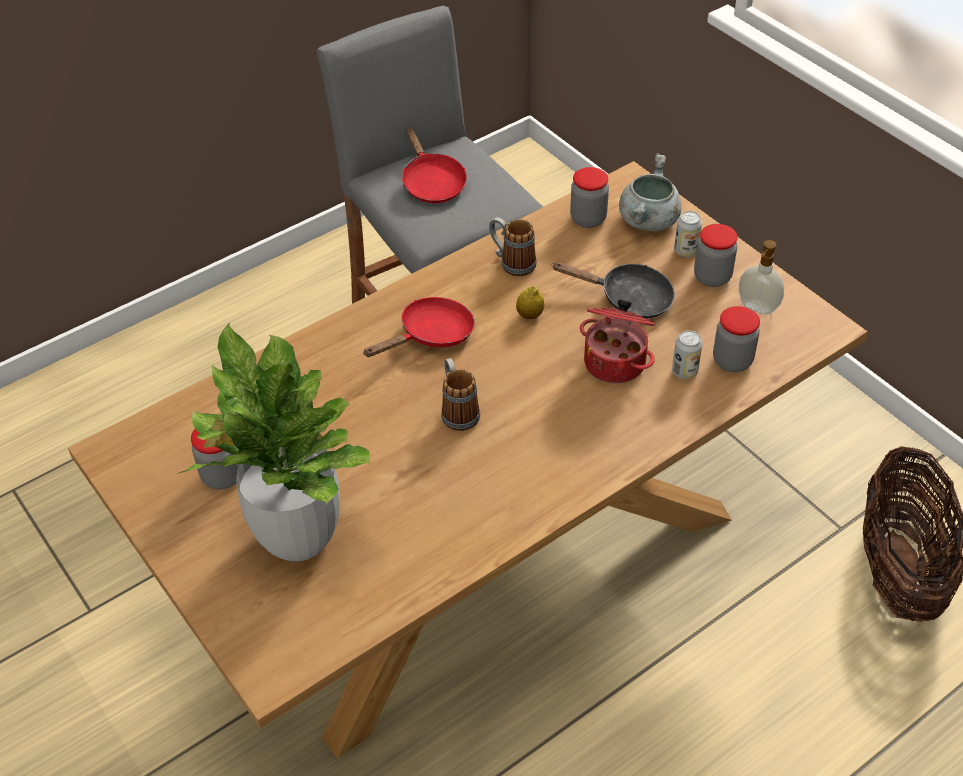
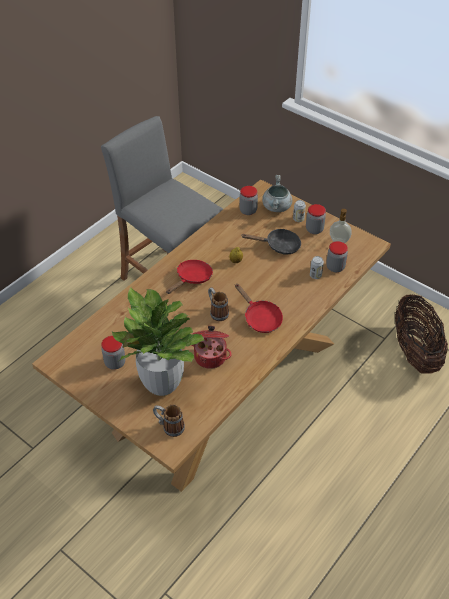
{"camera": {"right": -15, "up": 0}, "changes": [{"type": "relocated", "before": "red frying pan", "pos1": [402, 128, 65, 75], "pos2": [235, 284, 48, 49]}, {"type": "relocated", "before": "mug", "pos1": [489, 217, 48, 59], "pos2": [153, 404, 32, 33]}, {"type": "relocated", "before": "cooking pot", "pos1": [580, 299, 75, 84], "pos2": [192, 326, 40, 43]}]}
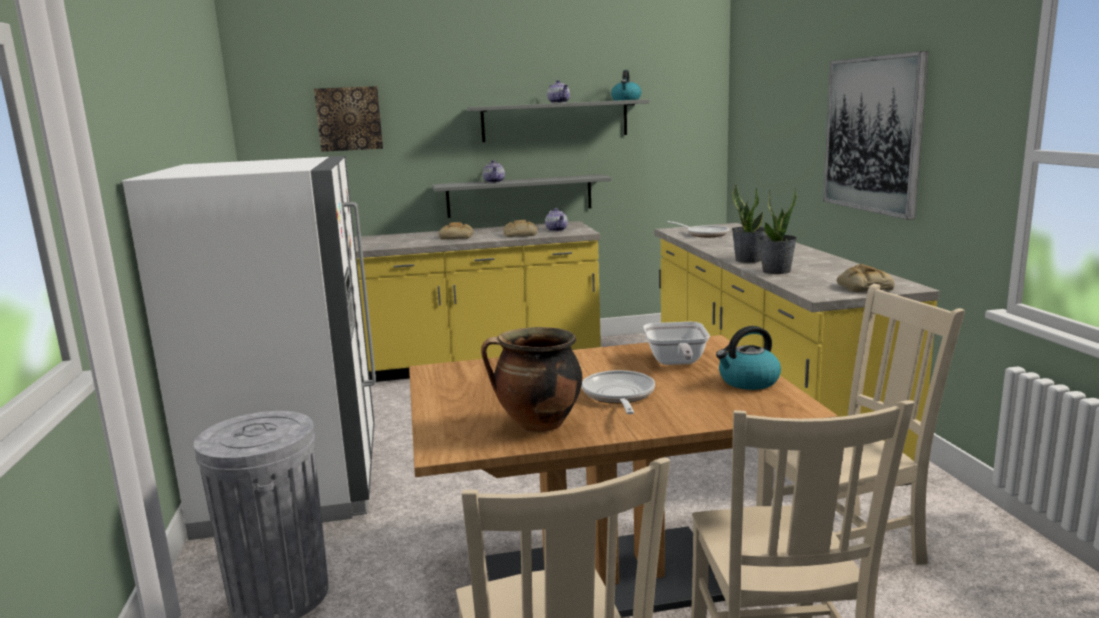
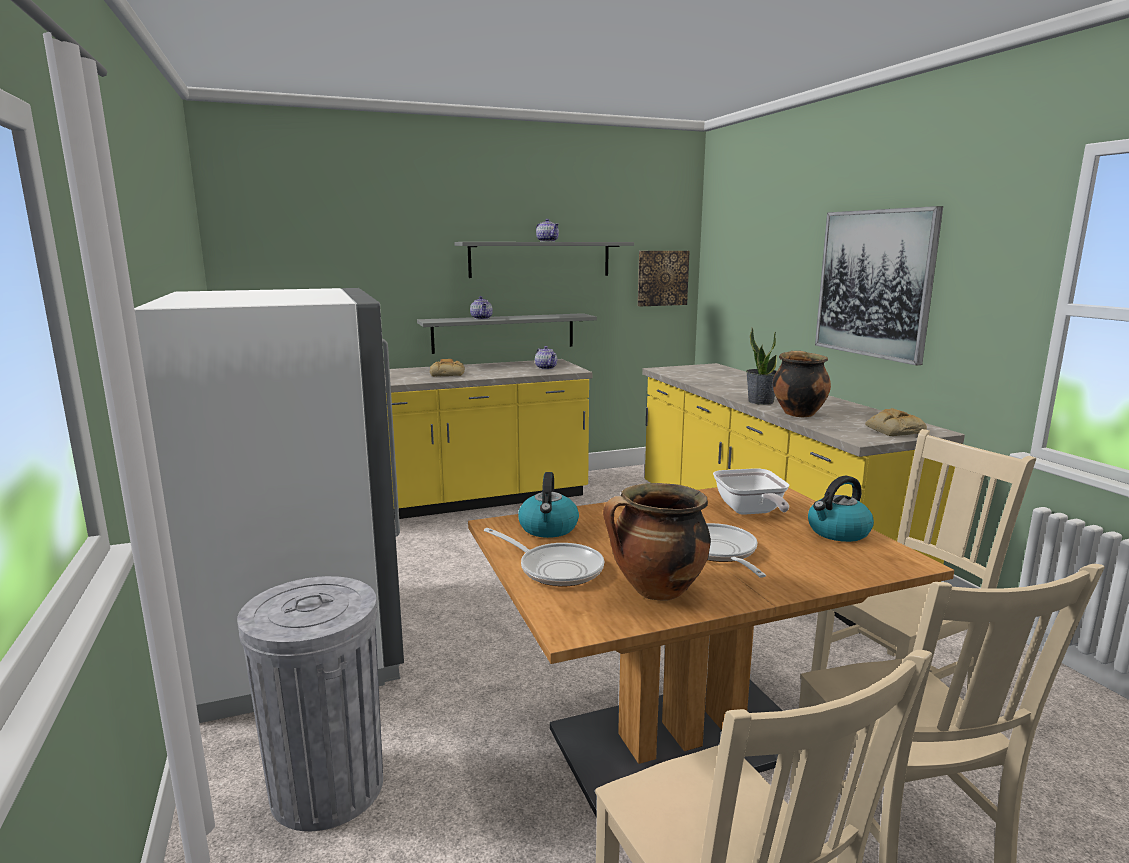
{"camera": {"right": -10, "up": 0}, "changes": [{"type": "missing", "before": "bread", "pos1": [503, 220, 34, 17]}, {"type": "relocated", "before": "picture", "pos1": [314, 86, 69, 66], "pos2": [638, 251, 52, 55]}, {"type": "relocated", "before": "kettle", "pos1": [611, 70, 30, 30], "pos2": [518, 472, 61, 66]}, {"type": "relocated", "before": "frying pan", "pos1": [667, 221, 62, 16], "pos2": [484, 528, 120, 59]}, {"type": "exchanged", "before": "potted plant", "after": "cooking pot", "pos1": [758, 188, 39, 86], "pos2": [773, 351, 58, 66]}]}
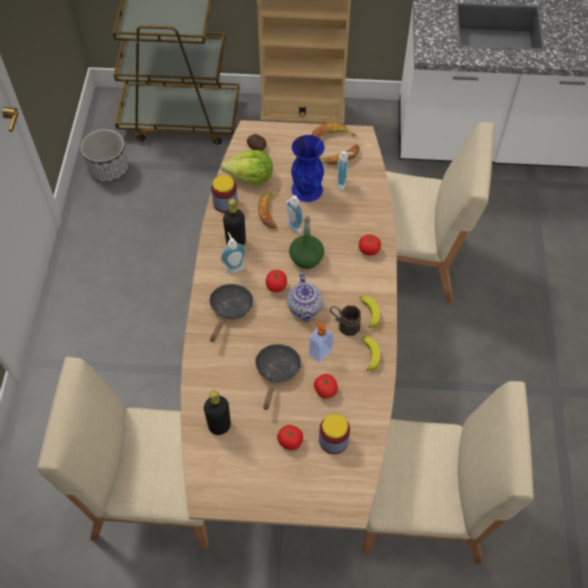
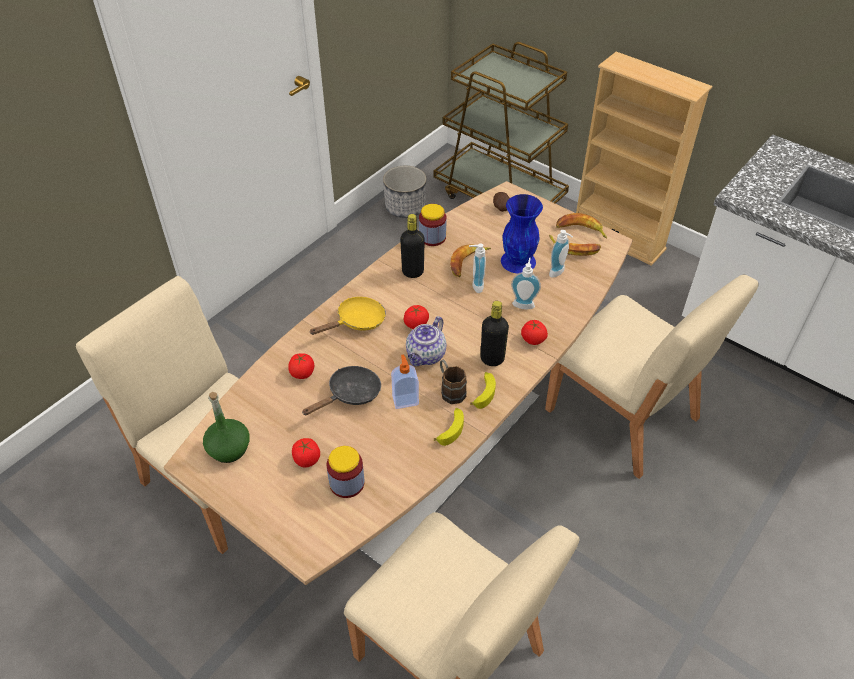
{"camera": {"right": 35, "up": -10}, "changes": [{"type": "missing", "before": "lettuce", "pos1": [221, 150, 51, 35]}, {"type": "relocated", "before": "black bottle", "pos1": [204, 390, 27, 45], "pos2": [481, 301, 28, 65]}, {"type": "relocated", "before": "soap dispenser", "pos1": [221, 232, 25, 42], "pos2": [511, 257, 30, 52]}, {"type": "relocated", "before": "green bottle", "pos1": [289, 215, 35, 54], "pos2": [203, 392, 47, 71]}, {"type": "relocated", "before": "tomato", "pos1": [314, 374, 24, 24], "pos2": [288, 353, 26, 26]}, {"type": "colour", "before": "black frying pan", "after": "yellow frying pan", "pos1": [209, 284, 44, 58], "pos2": [309, 297, 77, 38]}]}
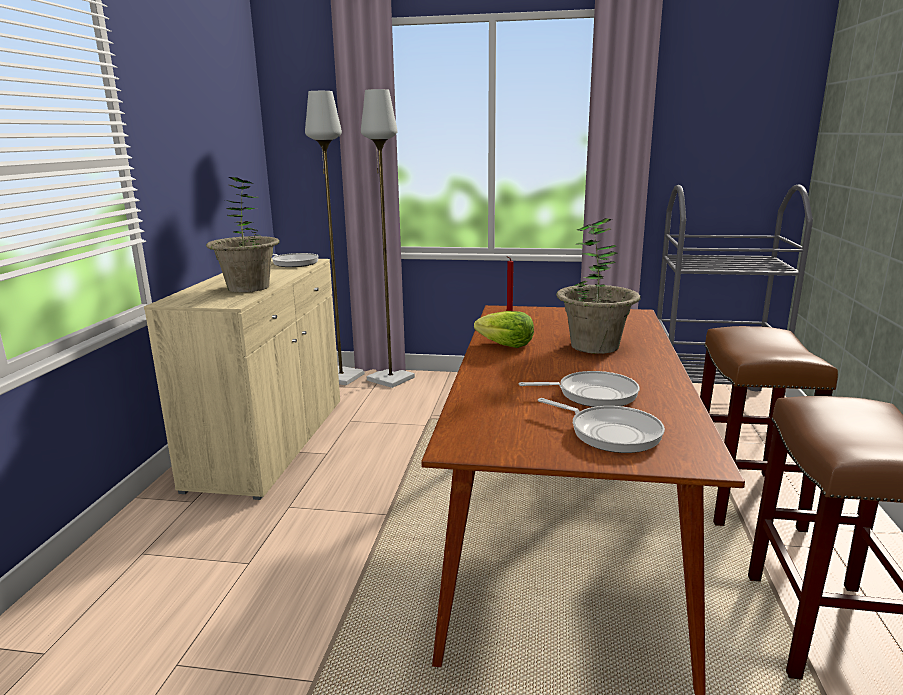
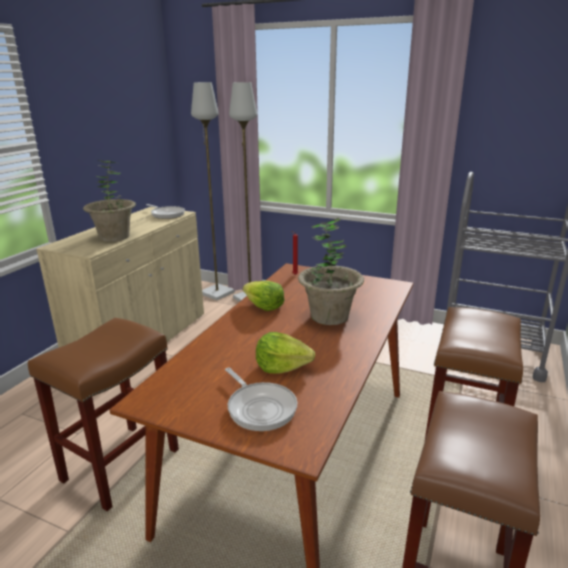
{"camera": {"right": 15, "up": 5}, "changes": [{"type": "appeared", "after": "brown stool", "pos2": [28, 318, 151, 193]}, {"type": "exchanged", "before": "frying pan", "after": "lettuce", "pos1": [519, 371, 121, 36], "pos2": [256, 332, 59, 41]}]}
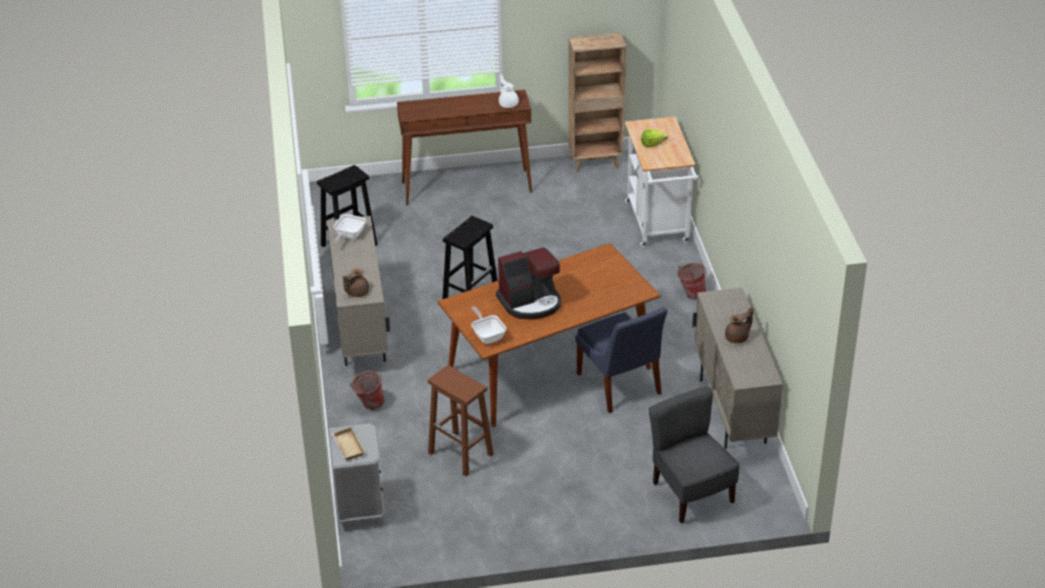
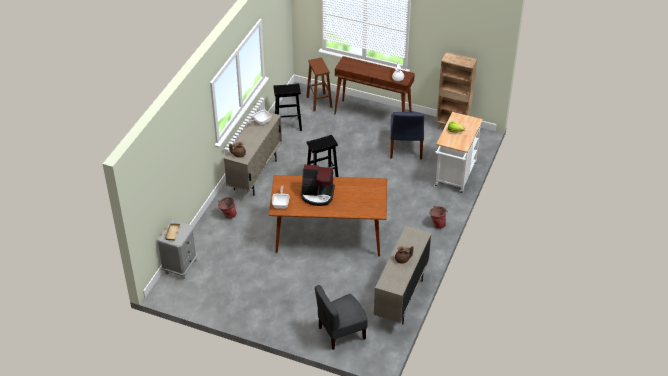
{"camera": {"right": 30, "up": 5}, "changes": [{"type": "relocated", "before": "brown stool", "pos1": [428, 365, 66, 111], "pos2": [306, 58, 27, 53]}, {"type": "relocated", "before": "blue chair", "pos1": [576, 307, 92, 106], "pos2": [390, 112, 34, 47]}, {"type": "spun", "before": "grey chair", "pos1": [649, 387, 91, 136], "pos2": [315, 285, 53, 65], "turn": -120}]}
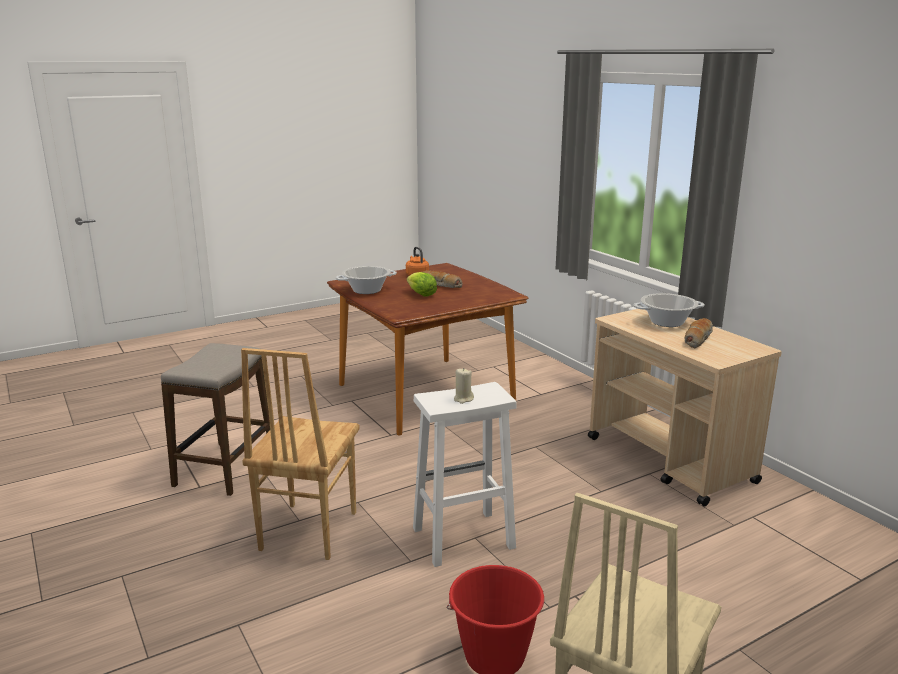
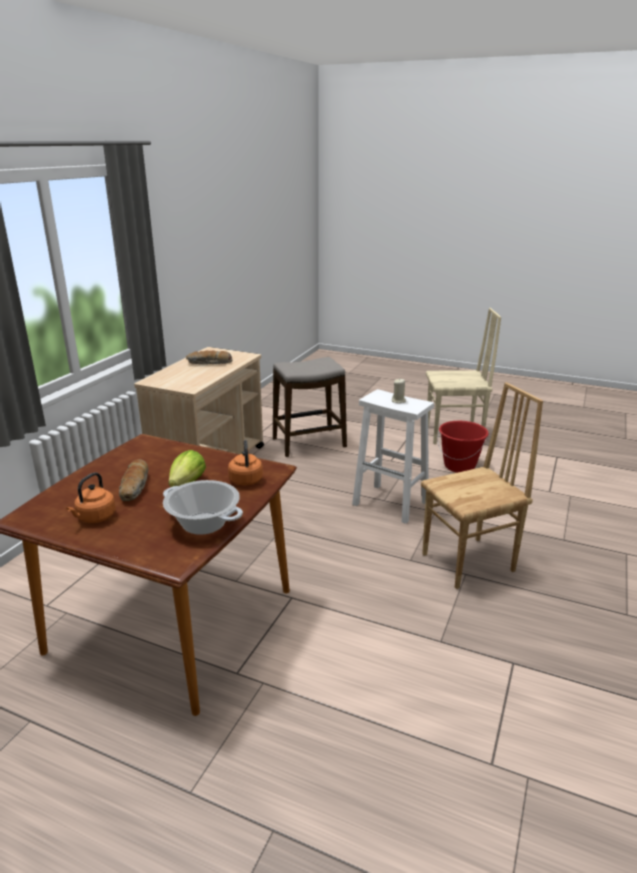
{"camera": {"right": -125, "up": 5}, "changes": [{"type": "missing", "before": "cooking pot", "pos1": [633, 293, 72, 34]}, {"type": "appeared", "after": "orange kettle", "pos2": [228, 440, 35, 46]}, {"type": "relocated", "before": "stool", "pos1": [161, 343, 109, 153], "pos2": [273, 357, 74, 100]}]}
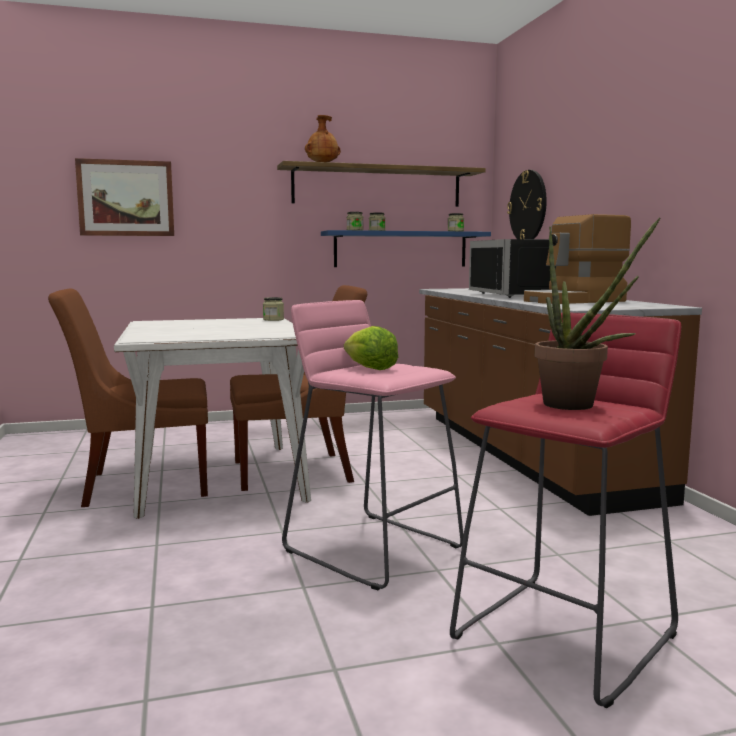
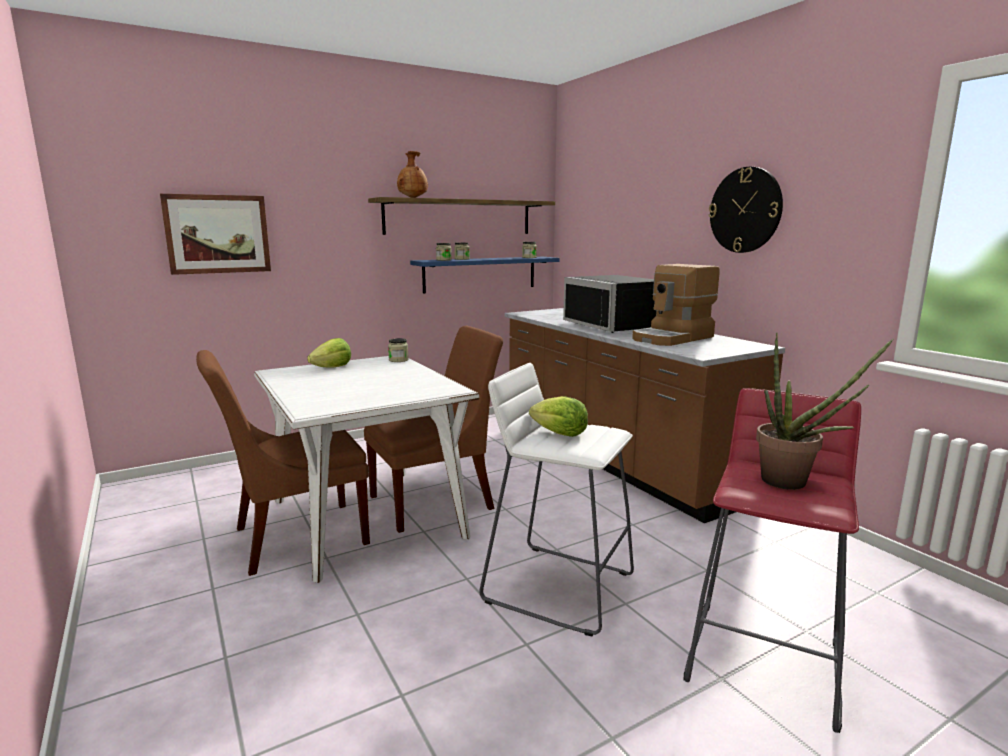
{"camera": {"right": -15, "up": 5}, "changes": [{"type": "appeared", "after": "lettuce", "pos2": [307, 338, 44, 29]}, {"type": "relocated", "before": "wall clock", "pos1": [507, 170, 40, 69], "pos2": [708, 167, 75, 86]}, {"type": "colour", "before": "pink stool", "after": "white stool", "pos1": [282, 300, 182, 291], "pos2": [479, 363, 155, 274]}]}
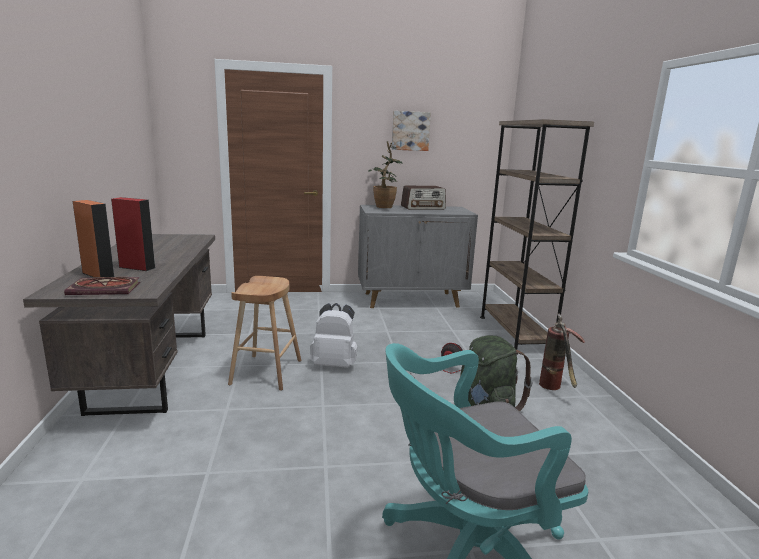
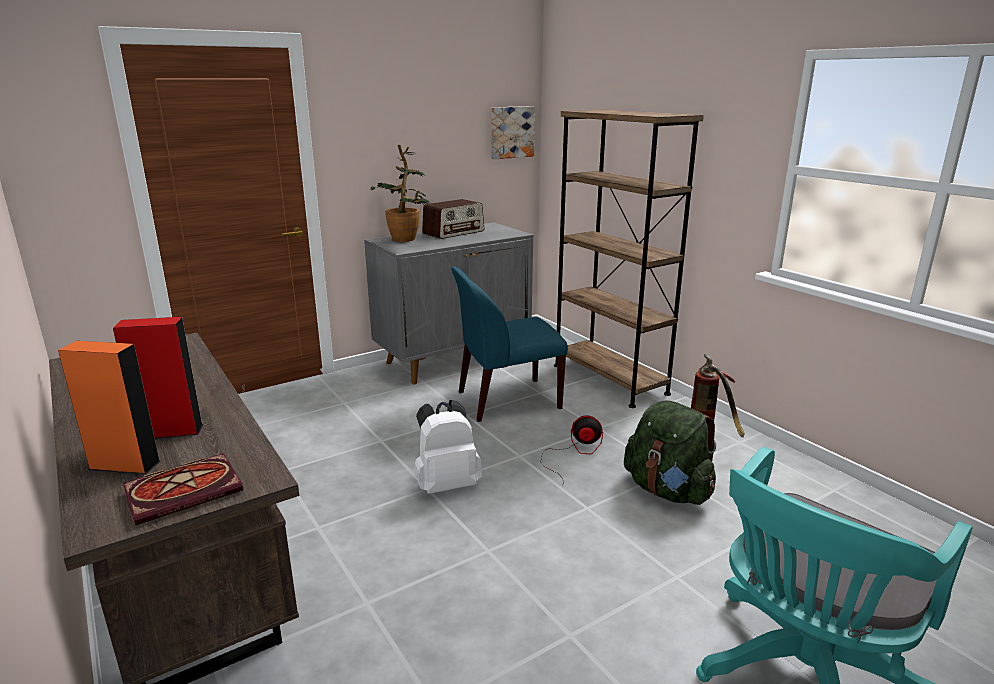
{"camera": {"right": -25, "up": 5}, "changes": [{"type": "missing", "before": "brown stool", "pos1": [228, 276, 73, 115]}, {"type": "appeared", "after": "blue chair", "pos2": [451, 266, 117, 156]}, {"type": "relocated", "before": "picture", "pos1": [392, 111, 39, 40], "pos2": [491, 106, 44, 53]}]}
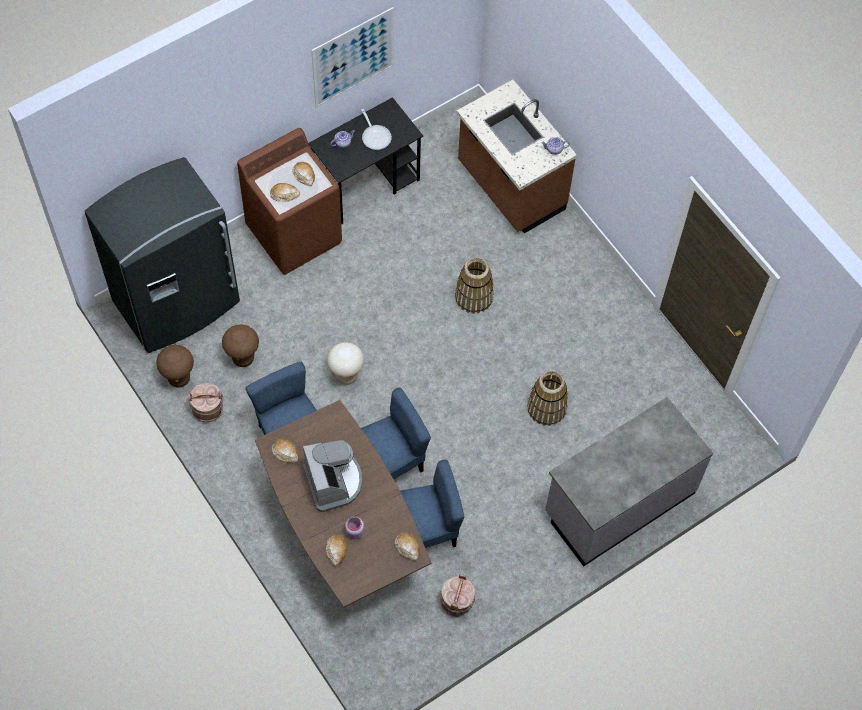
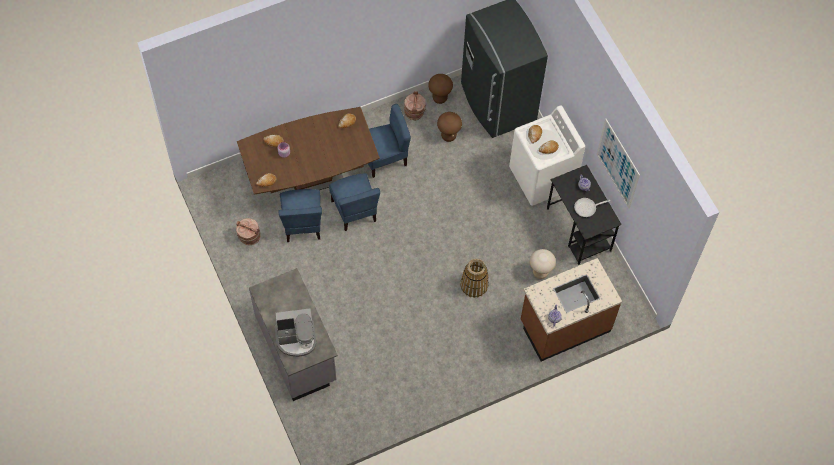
{"camera": {"right": 100, "up": 0}, "changes": [{"type": "missing", "before": "basket", "pos1": [527, 370, 41, 56]}, {"type": "relocated", "before": "coffee machine", "pos1": [303, 440, 59, 72], "pos2": [274, 308, 42, 49]}, {"type": "relocated", "before": "beige stool", "pos1": [327, 342, 37, 43], "pos2": [530, 249, 26, 30]}, {"type": "colour", "before": "brown washing machine", "after": "white washing machine", "pos1": [237, 128, 105, 147], "pos2": [509, 105, 76, 101]}]}
